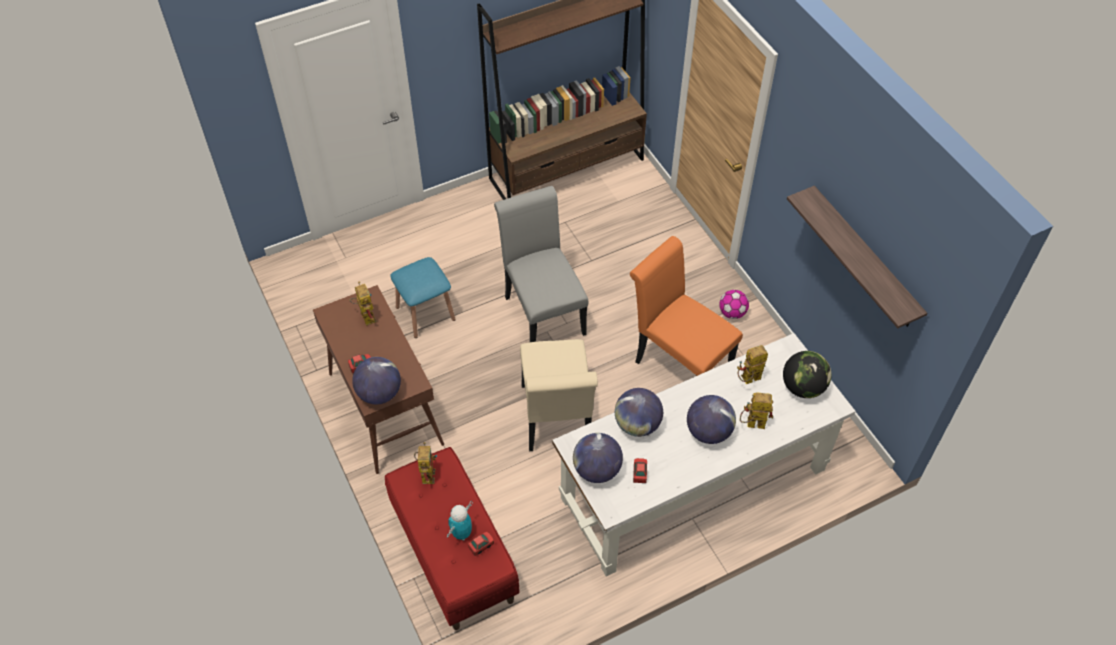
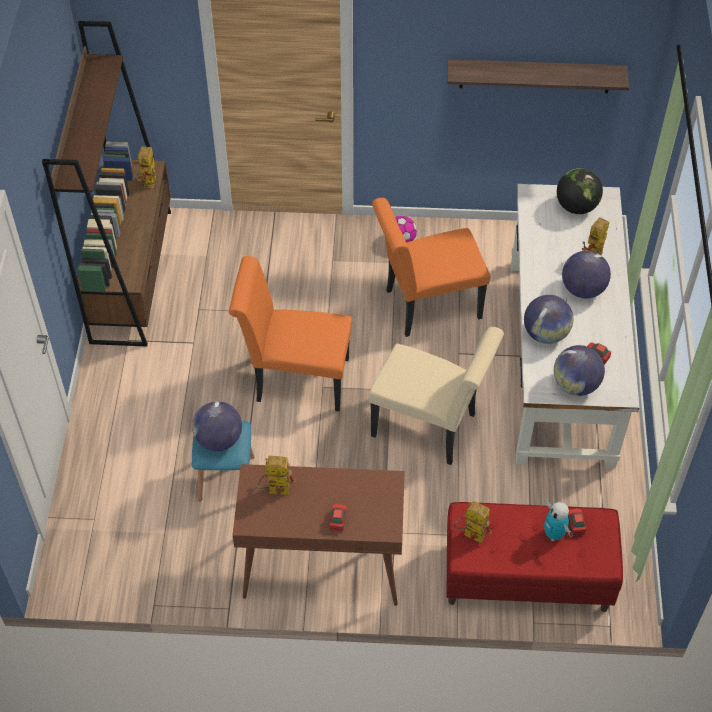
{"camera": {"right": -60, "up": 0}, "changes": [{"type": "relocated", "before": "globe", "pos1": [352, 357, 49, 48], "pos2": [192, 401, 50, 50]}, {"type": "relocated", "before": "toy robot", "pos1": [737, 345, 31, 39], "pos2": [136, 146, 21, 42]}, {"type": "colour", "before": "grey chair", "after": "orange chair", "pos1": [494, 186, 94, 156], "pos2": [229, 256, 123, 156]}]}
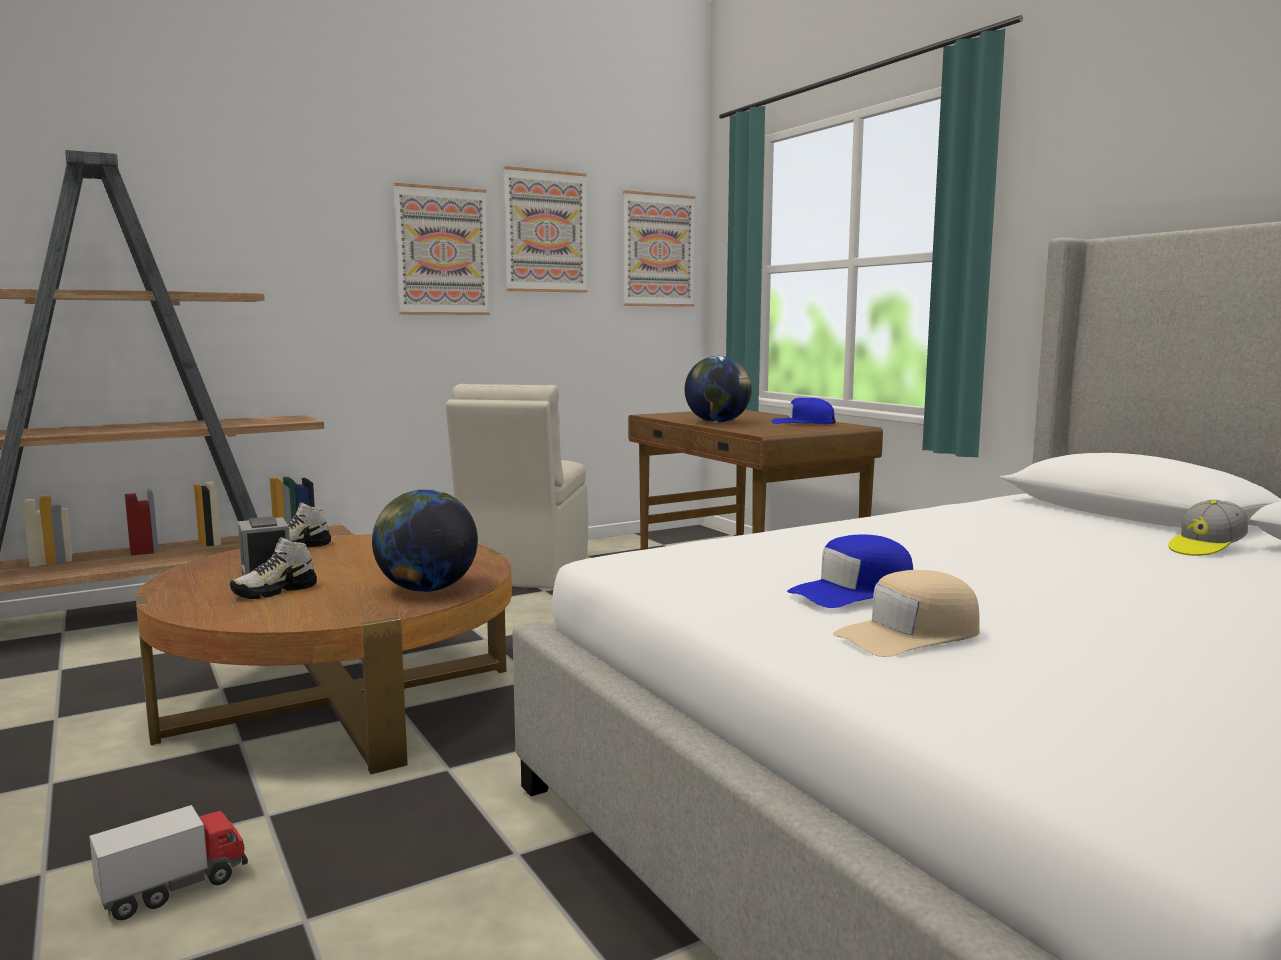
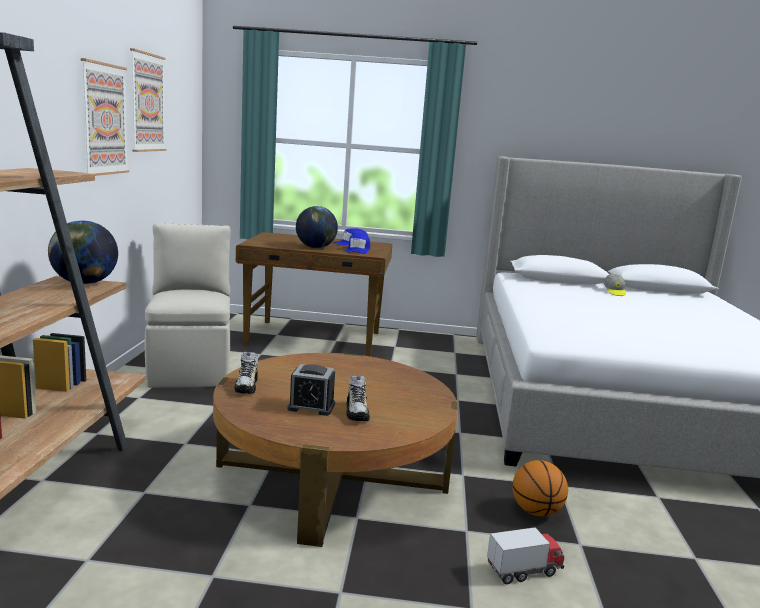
{"camera": {"right": -55, "up": 5}, "changes": [{"type": "missing", "before": "picture", "pos1": [623, 190, 72, 117]}, {"type": "missing", "before": "beige cap", "pos1": [833, 570, 147, 87]}, {"type": "appeared", "after": "basketball", "pos2": [512, 460, 56, 57]}, {"type": "relocated", "before": "globe", "pos1": [372, 489, 106, 103], "pos2": [48, 220, 70, 64]}, {"type": "relocated", "before": "blue cap", "pos1": [787, 534, 126, 74], "pos2": [345, 234, 25, 20]}, {"type": "spun", "before": "toy truck", "pos1": [89, 805, 159, 115], "pos2": [487, 527, 77, 57], "turn": 75}, {"type": "spun", "before": "beige chair", "pos1": [446, 384, 142, 204], "pos2": [145, 223, 86, 165], "turn": -150}]}
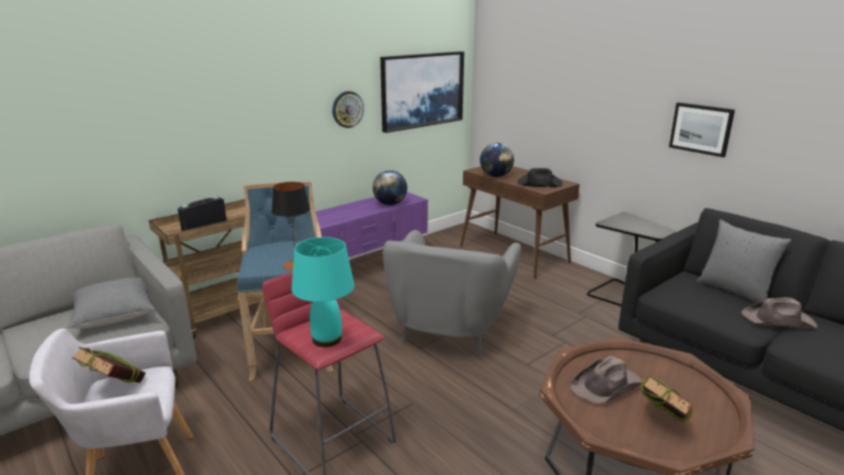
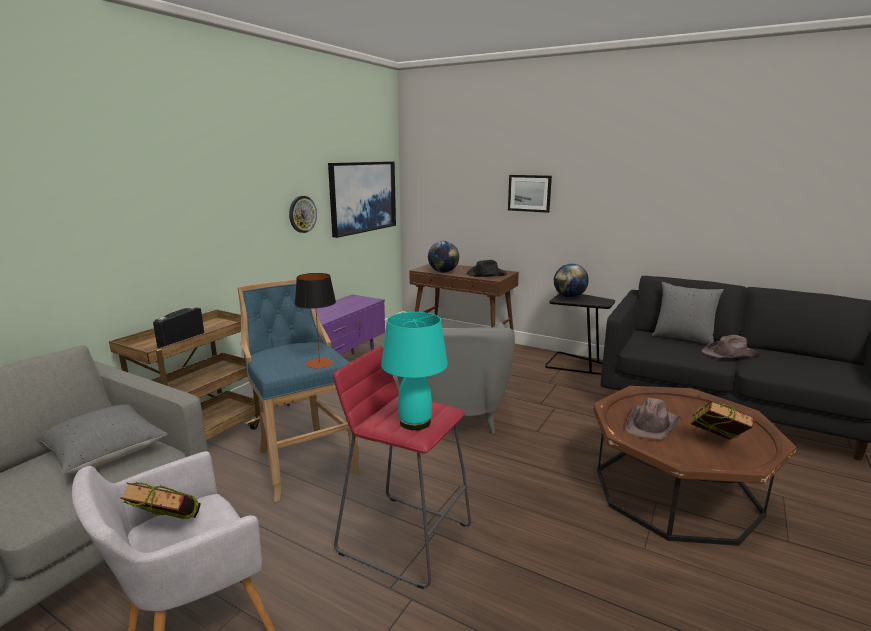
{"camera": {"right": -20, "up": -5}, "changes": [{"type": "relocated", "before": "globe", "pos1": [373, 170, 34, 35], "pos2": [554, 264, 35, 34]}, {"type": "relocated", "before": "picture", "pos1": [669, 102, 66, 55], "pos2": [508, 175, 44, 38]}]}
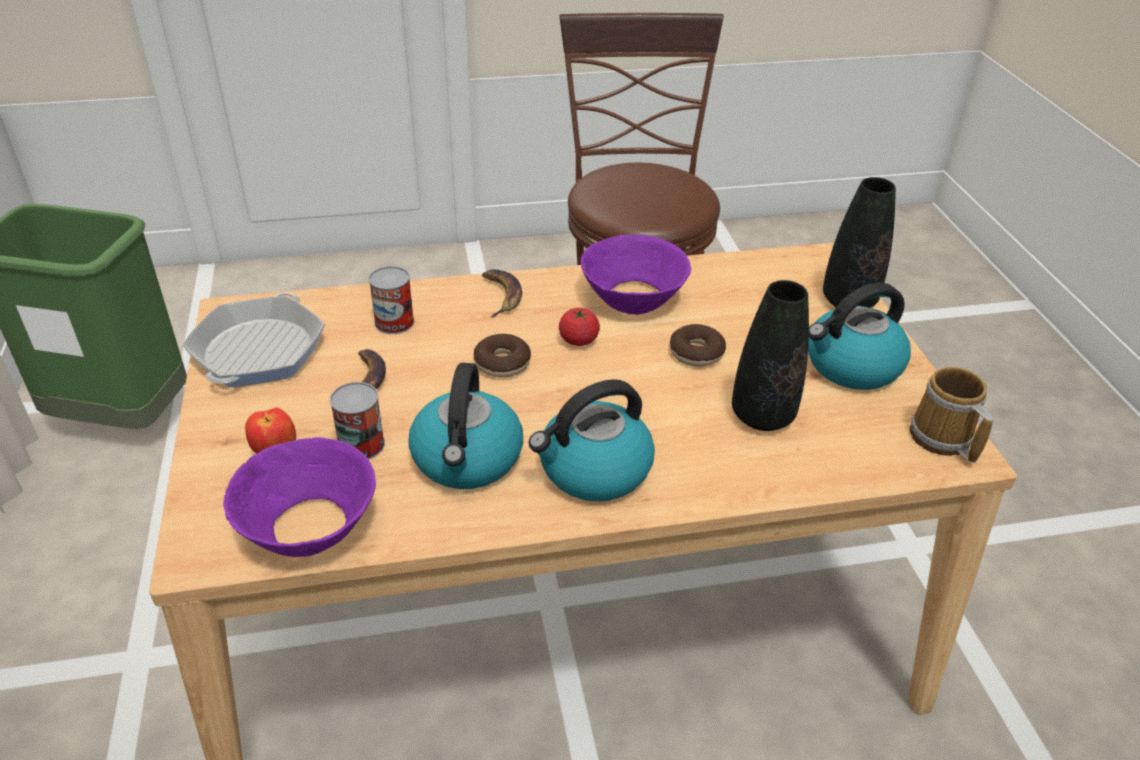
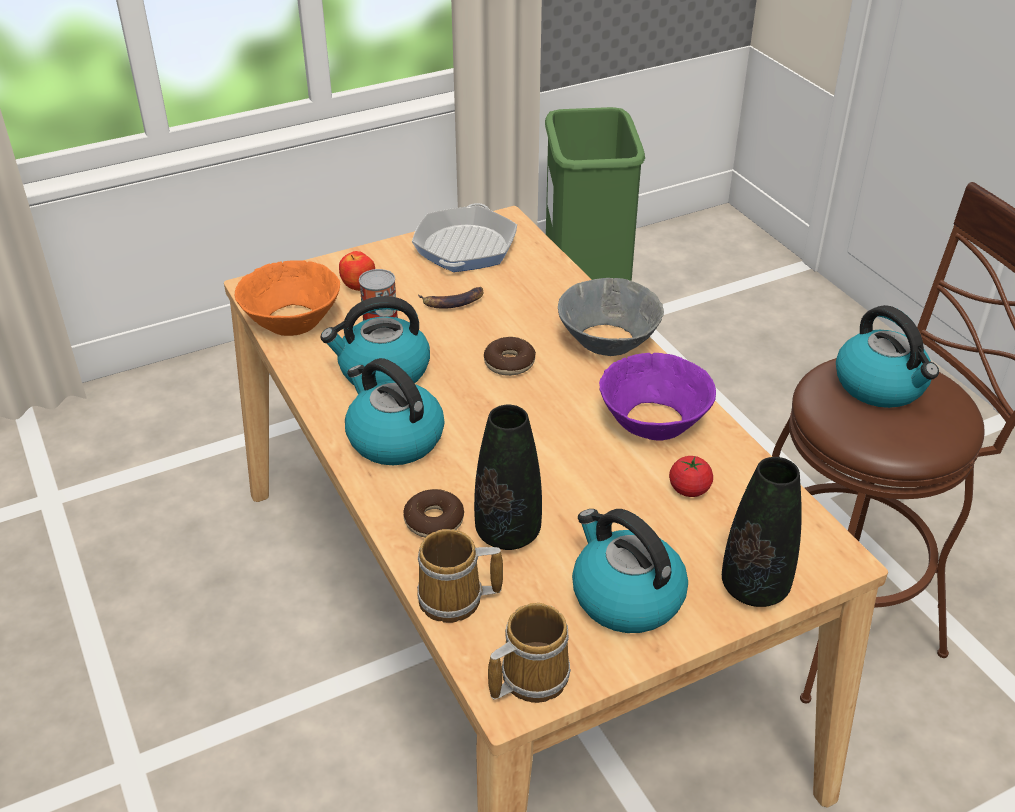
{"camera": {"right": 75, "up": 0}, "changes": [{"type": "missing", "before": "can", "pos1": [369, 266, 45, 68]}, {"type": "appeared", "after": "mug", "pos2": [417, 529, 86, 94]}, {"type": "appeared", "after": "kettle", "pos2": [836, 305, 103, 103]}, {"type": "relocated", "before": "tomato", "pos1": [559, 308, 41, 38], "pos2": [669, 456, 44, 41]}, {"type": "relocated", "before": "donut", "pos1": [669, 324, 57, 43], "pos2": [403, 489, 61, 49]}, {"type": "exchanged", "before": "banana", "after": "grey bowl", "pos1": [482, 269, 40, 49], "pos2": [558, 278, 106, 78]}, {"type": "colour", "before": "purple bowl", "after": "orange bowl", "pos1": [223, 437, 153, 120], "pos2": [235, 260, 105, 76]}, {"type": "spun", "before": "frying pan", "pos1": [182, 293, 143, 94], "pos2": [412, 203, 105, 69], "turn": -75}]}
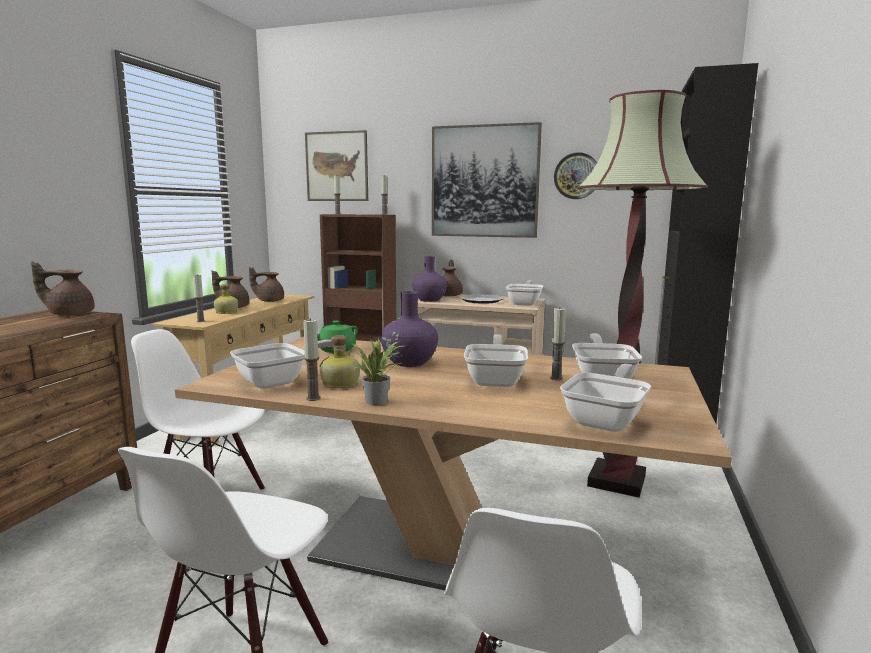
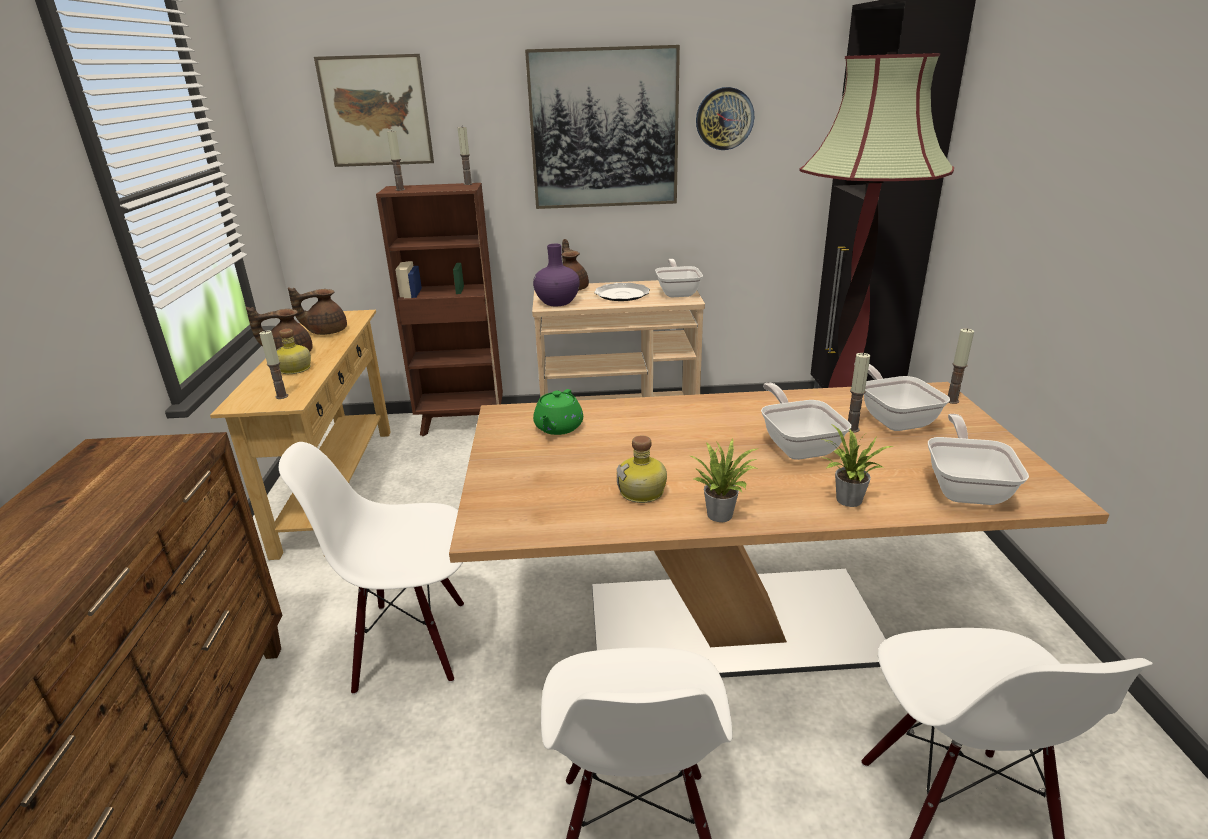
{"camera": {"right": -20, "up": 15}, "changes": [{"type": "missing", "before": "brown teapot", "pos1": [31, 262, 64, 54]}, {"type": "missing", "before": "frying pan", "pos1": [230, 340, 103, 49]}, {"type": "missing", "before": "purple vase", "pos1": [381, 291, 57, 76]}, {"type": "appeared", "after": "potted plant", "pos2": [823, 423, 72, 84]}, {"type": "relocated", "before": "candle", "pos1": [303, 318, 18, 83], "pos2": [948, 328, 26, 76]}]}
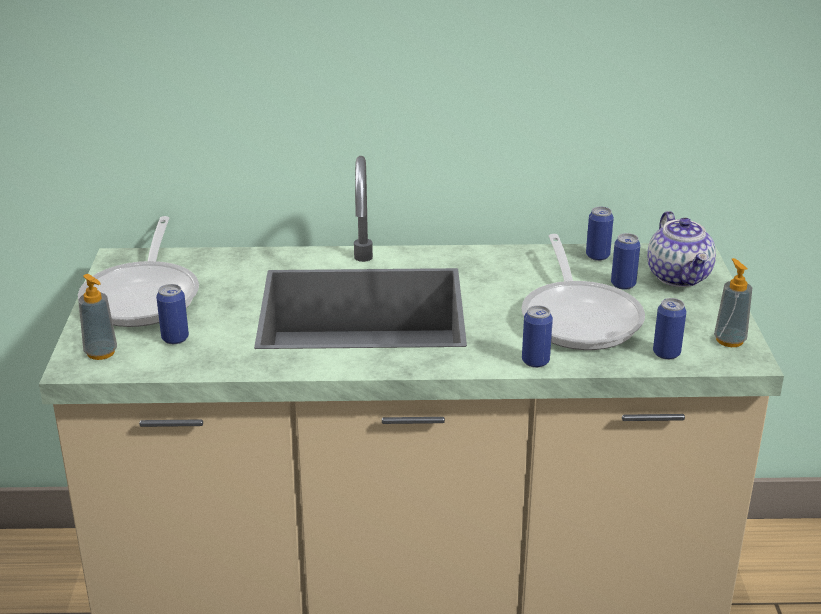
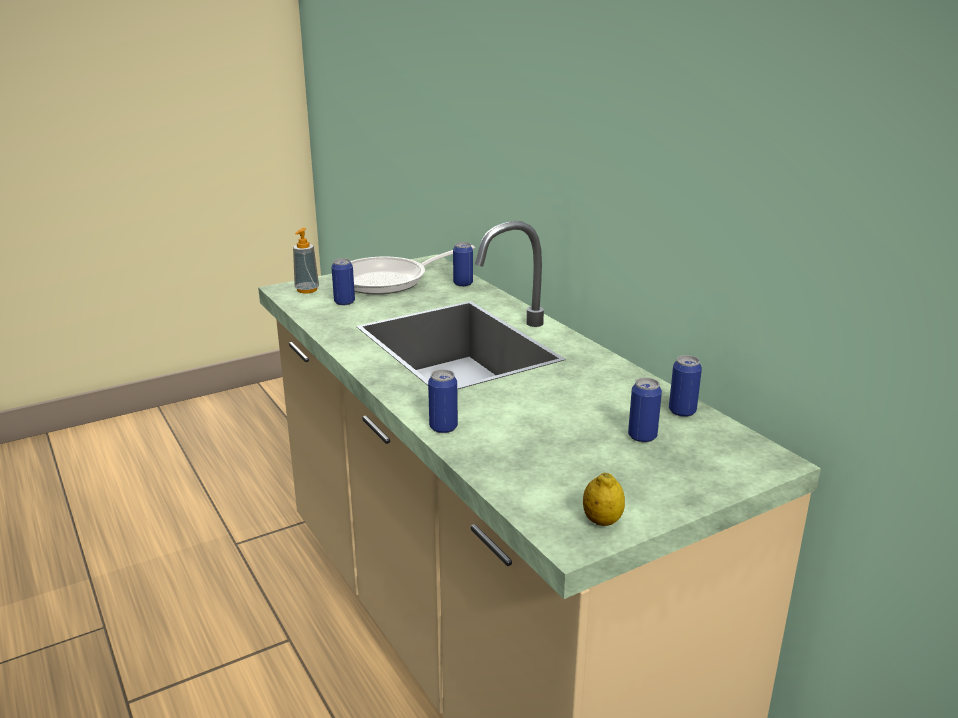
{"camera": {"right": 60, "up": -5}, "changes": [{"type": "missing", "before": "frying pan", "pos1": [521, 234, 124, 116]}, {"type": "missing", "before": "teapot", "pos1": [647, 211, 69, 76]}, {"type": "relocated", "before": "can", "pos1": [653, 298, 34, 62], "pos2": [453, 242, 20, 45]}, {"type": "exchanged", "before": "soap dispenser", "after": "lemon", "pos1": [714, 258, 38, 89], "pos2": [583, 473, 42, 53]}]}
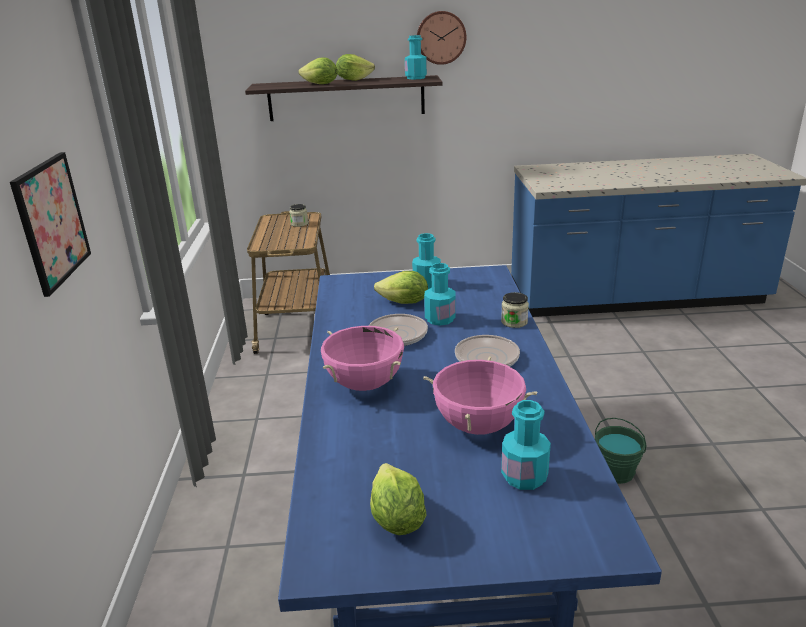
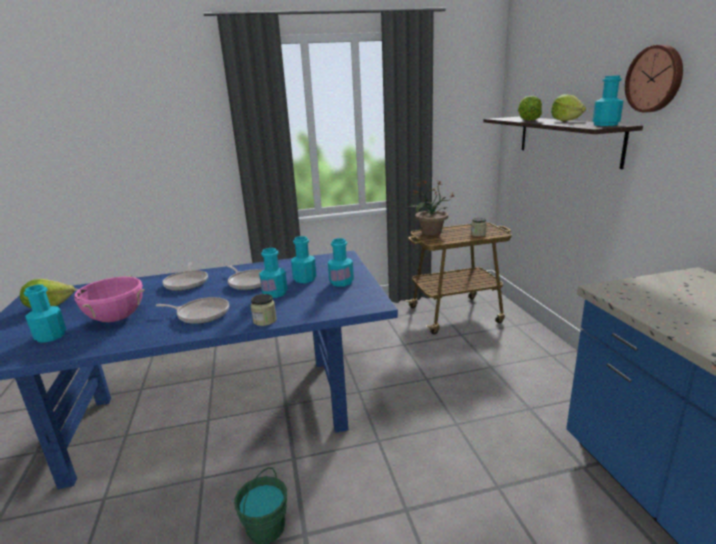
{"camera": {"right": 80, "up": -5}, "changes": [{"type": "missing", "before": "picture", "pos1": [10, 152, 81, 145]}, {"type": "appeared", "after": "potted plant", "pos2": [408, 180, 46, 56]}, {"type": "exchanged", "before": "pink cooking pot", "after": "frying pan", "pos1": [321, 326, 83, 65], "pos2": [162, 262, 46, 29]}, {"type": "exchanged", "before": "lettuce", "after": "turquoise bottle", "pos1": [374, 271, 54, 33], "pos2": [291, 236, 25, 47]}]}
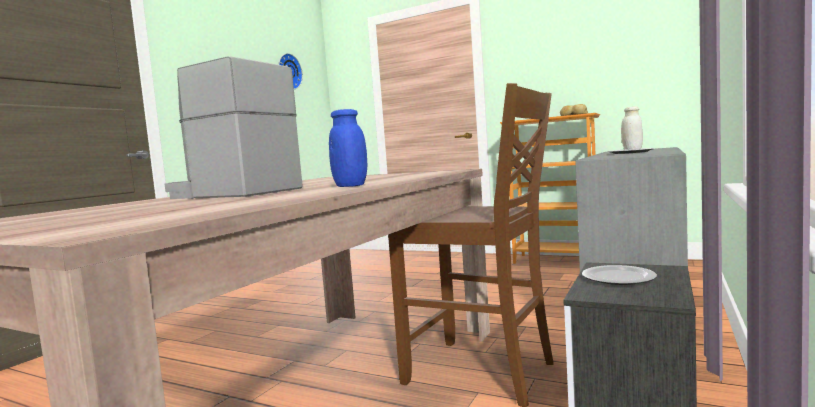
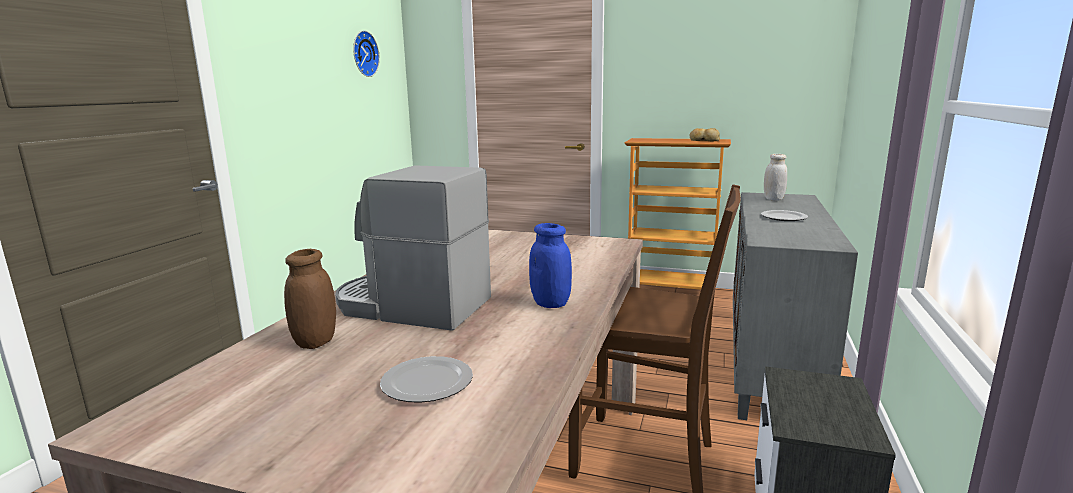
{"camera": {"right": -10, "up": 10}, "changes": [{"type": "appeared", "after": "brown jar", "pos2": [284, 249, 52, 100]}, {"type": "relocated", "before": "plate", "pos1": [582, 265, 75, 20], "pos2": [380, 356, 93, 47]}]}
